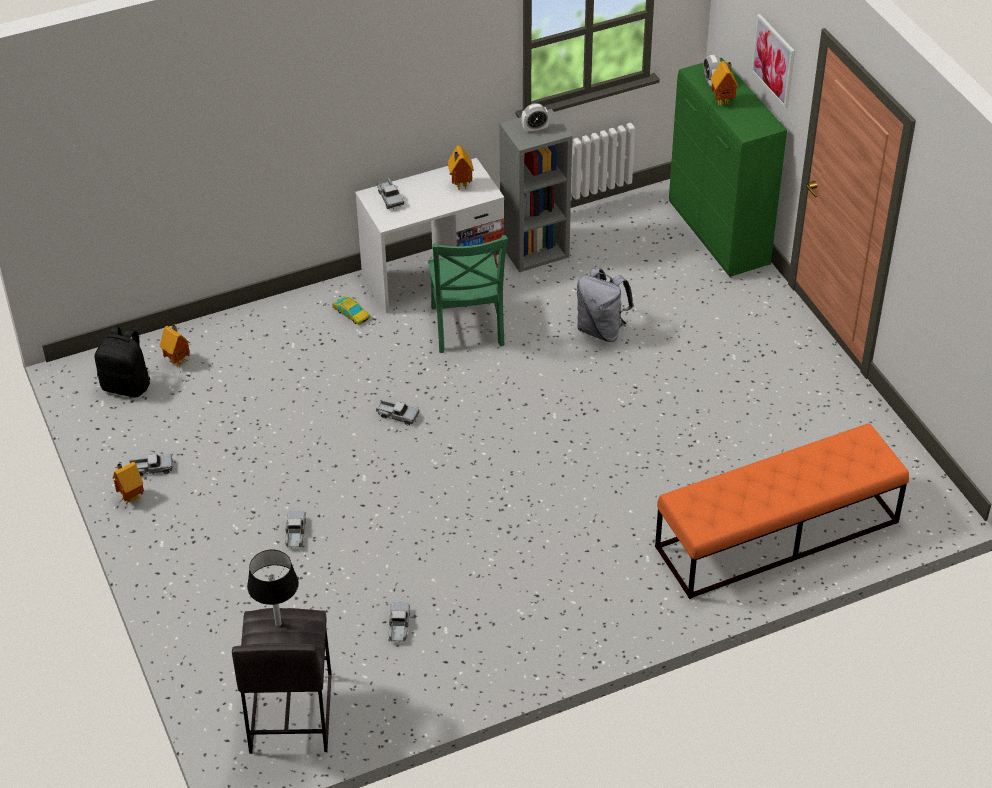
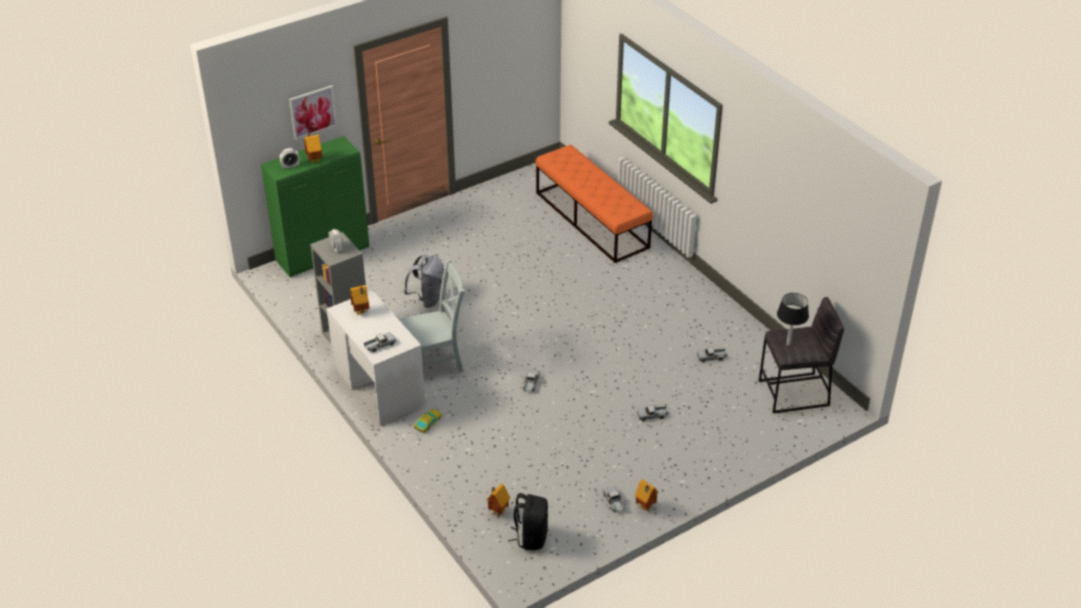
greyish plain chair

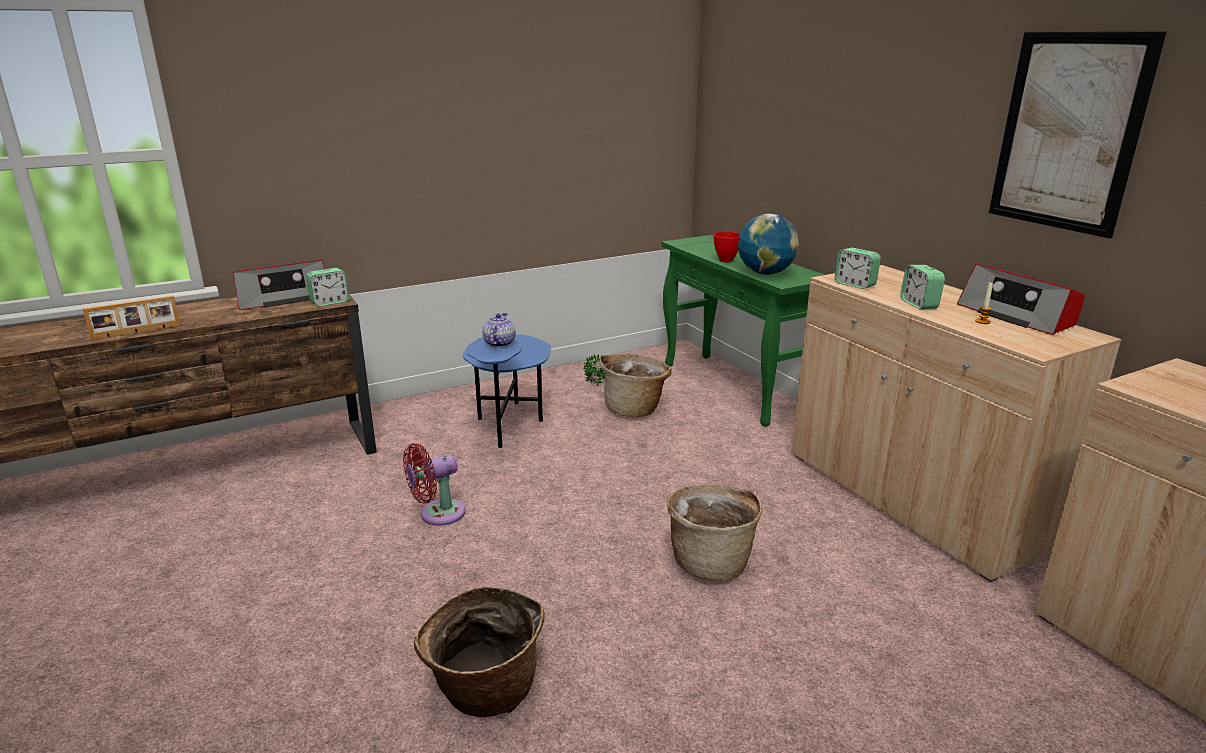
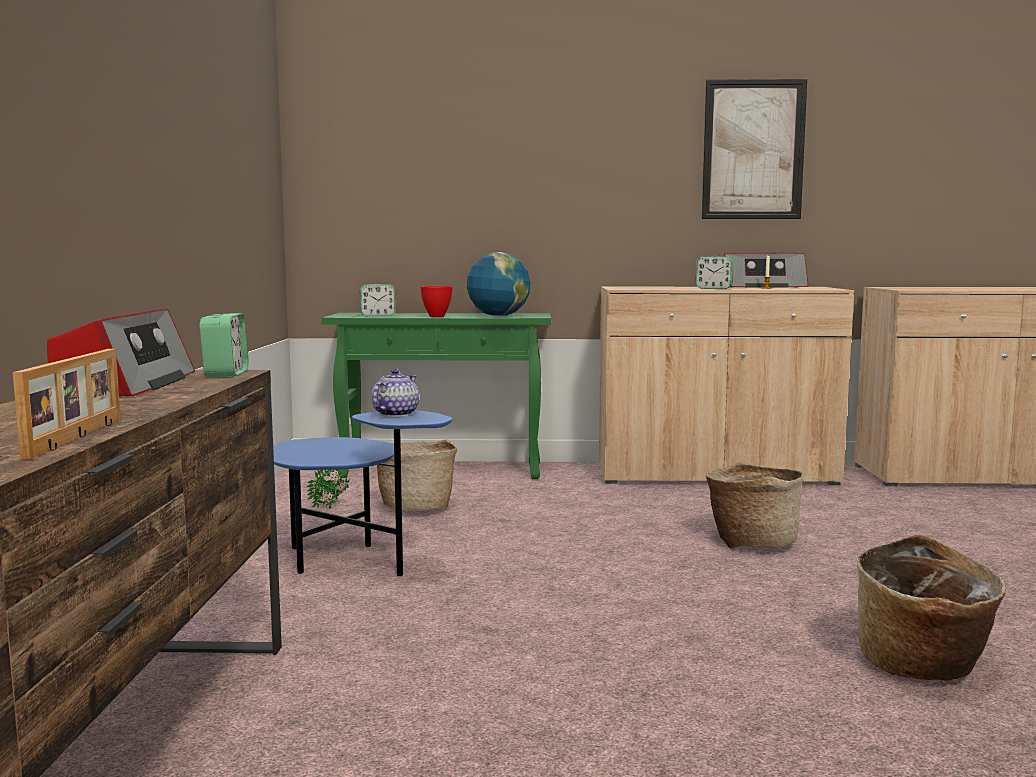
table clock (no. 2 from left)
teapot
red-coloured fan

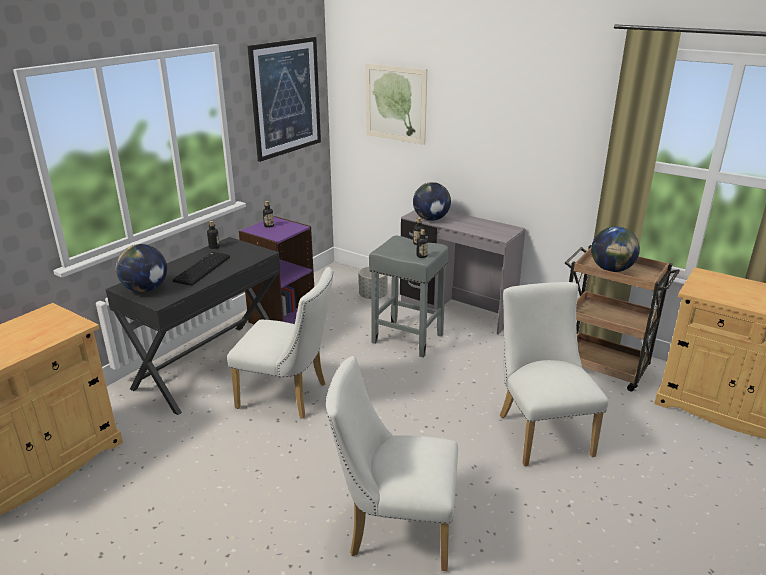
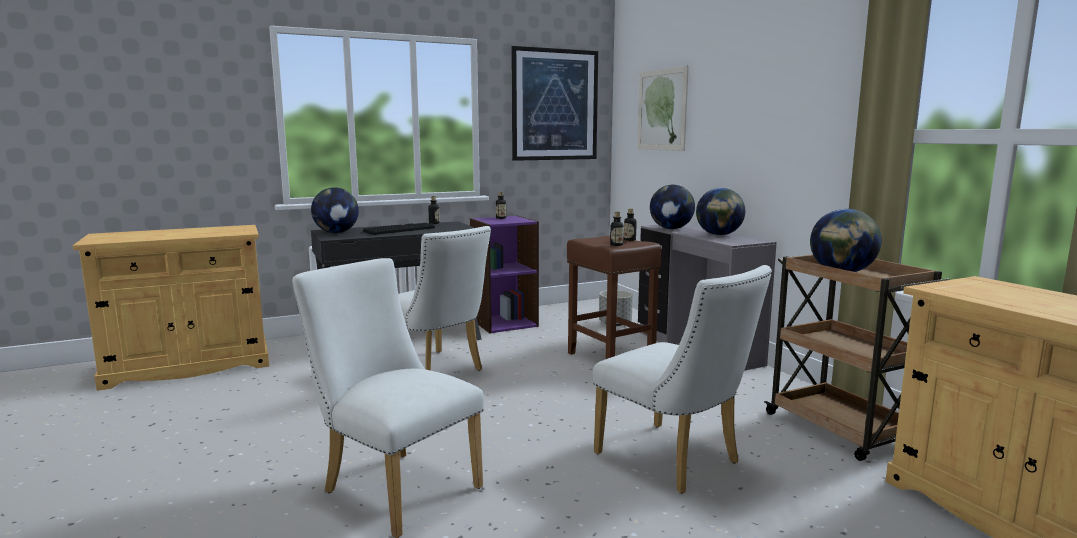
brown-coloured sitting stool
white-coloured plain chair (no. 3 from left)
world globe (no. 3 from left)

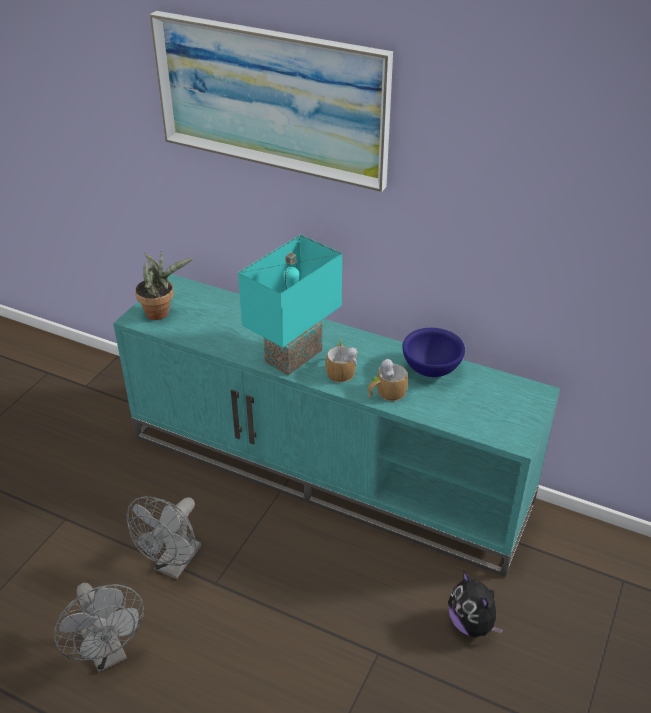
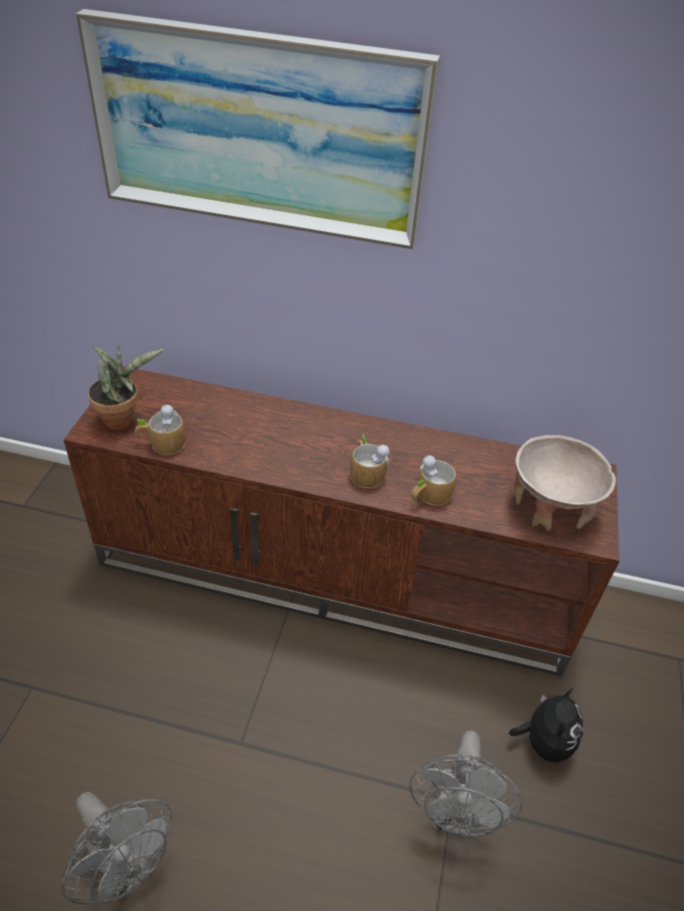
brown-coloured media console
tea mug (no. 1 from left)
greyish fan (no. 2 from left)
soft toy
sand-coloured bowl
blue-green lamp for a table
bluish bowl

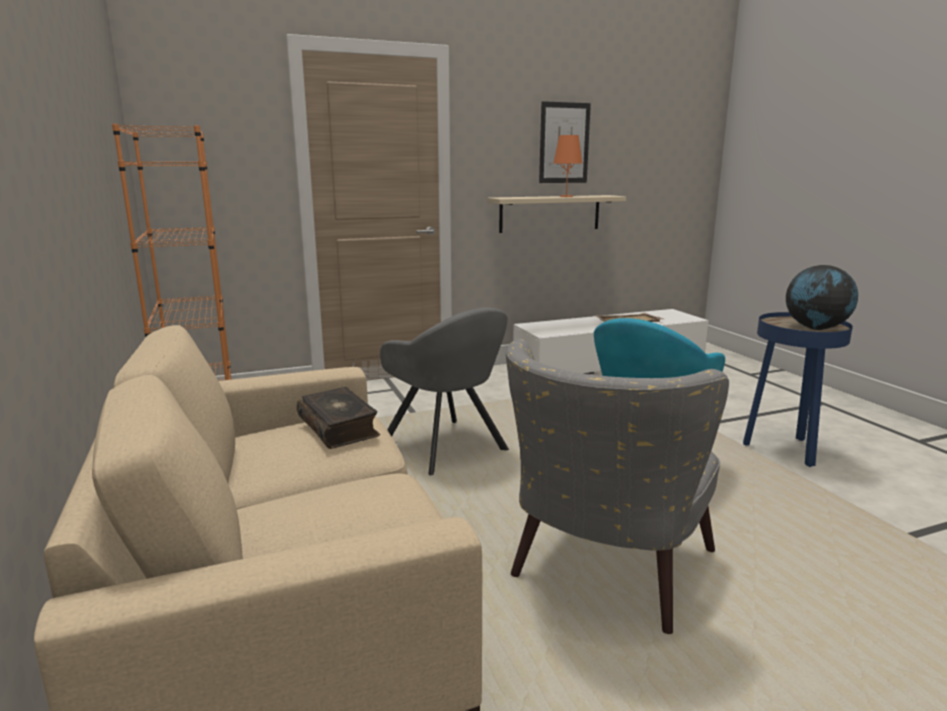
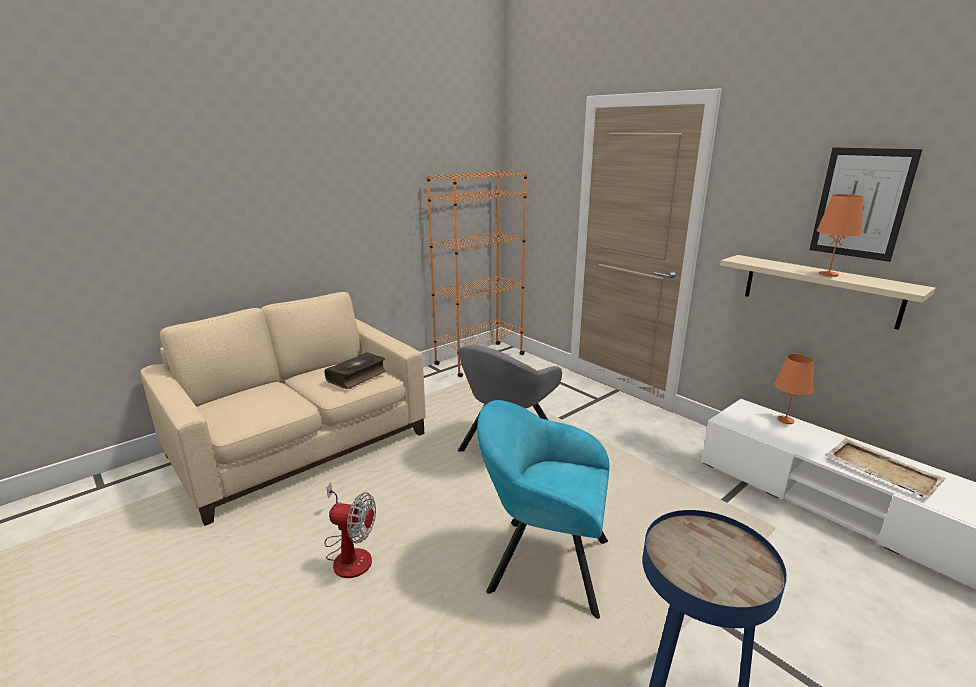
fan
orangey lamp for a table (no. 1 from left)
world globe

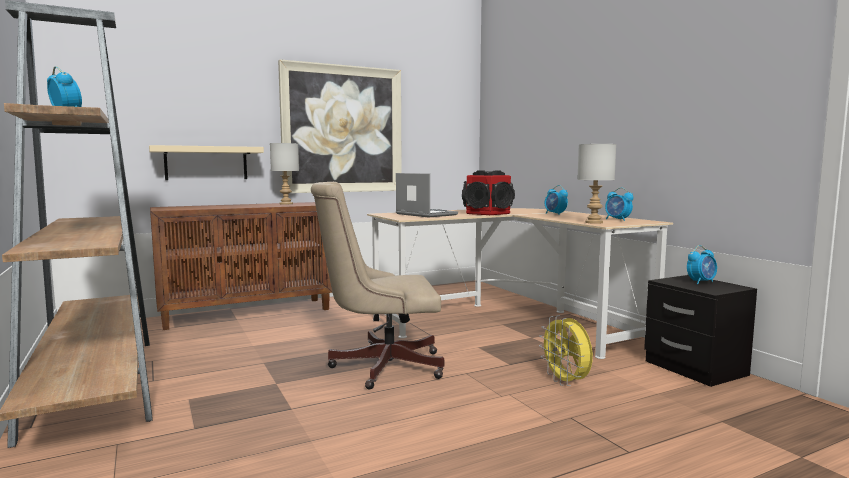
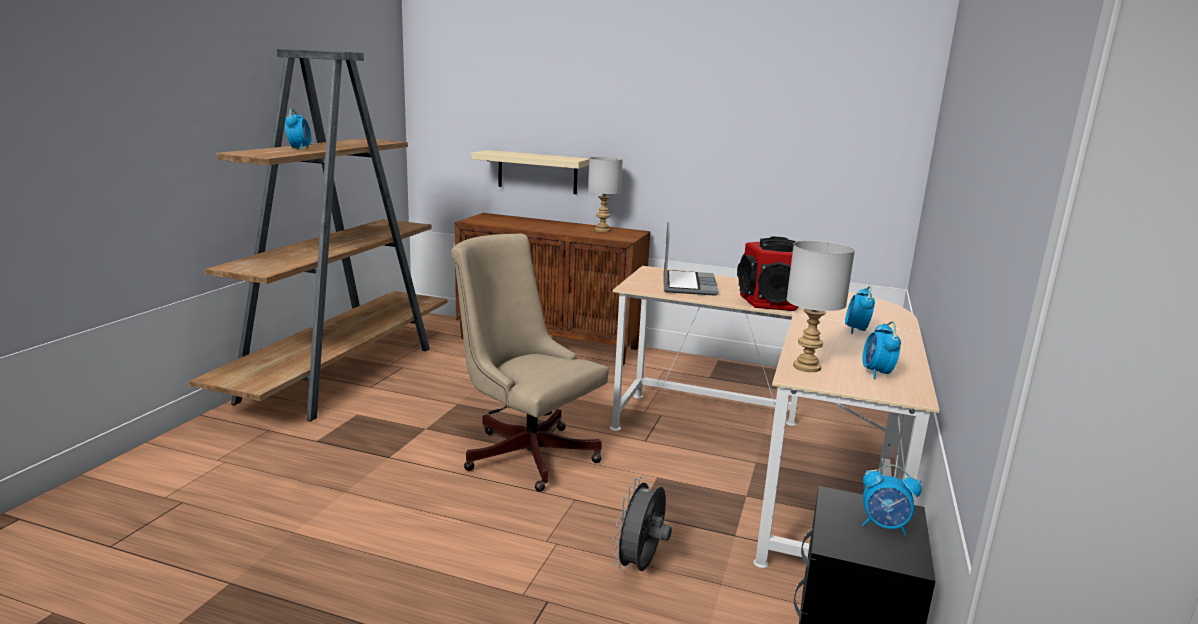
greyish fan
wall picture

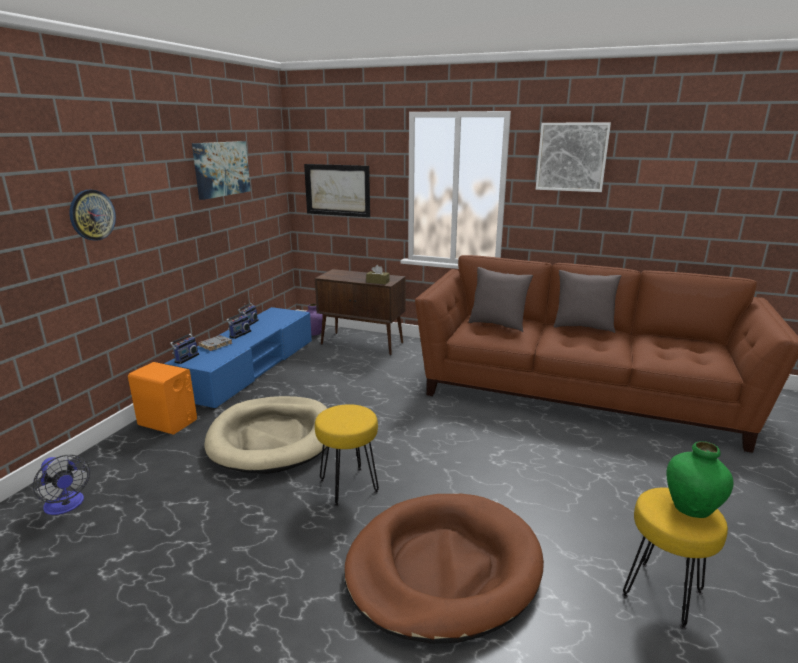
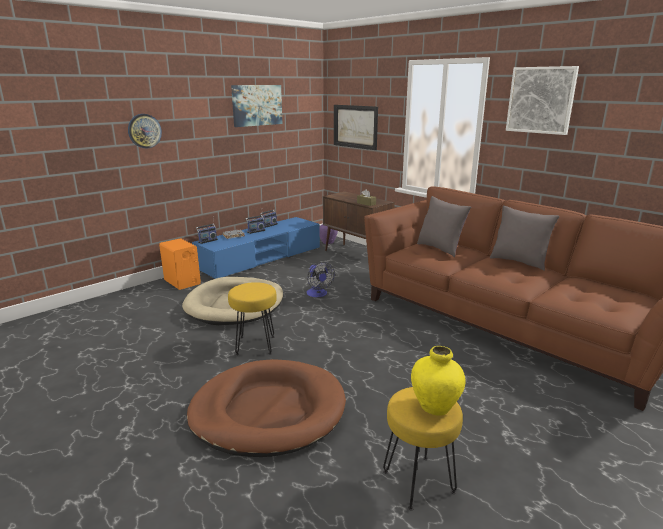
fan
yellow-coloured decorative vase

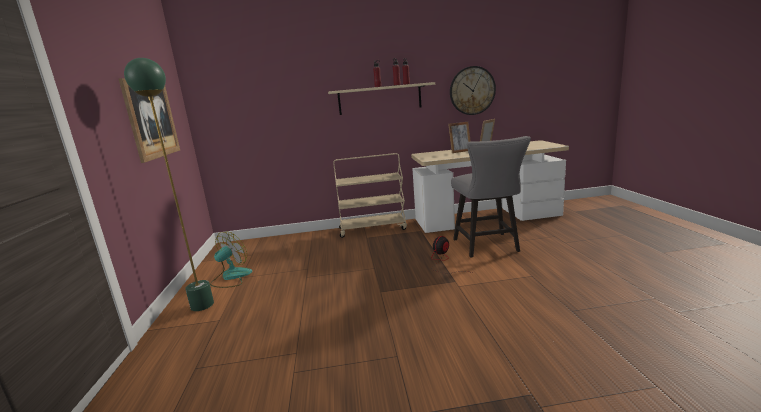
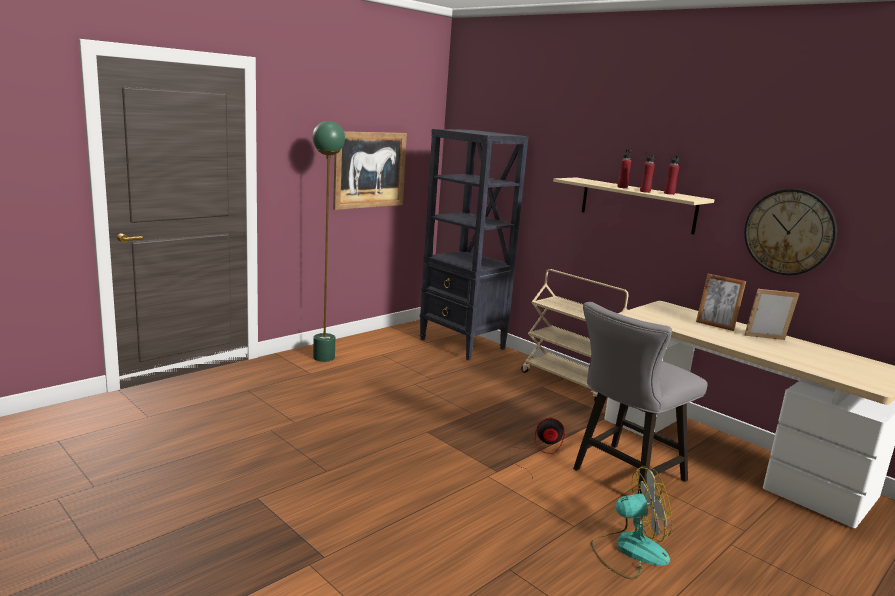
black-coloured shelving unit
fan (no. 2 from left)

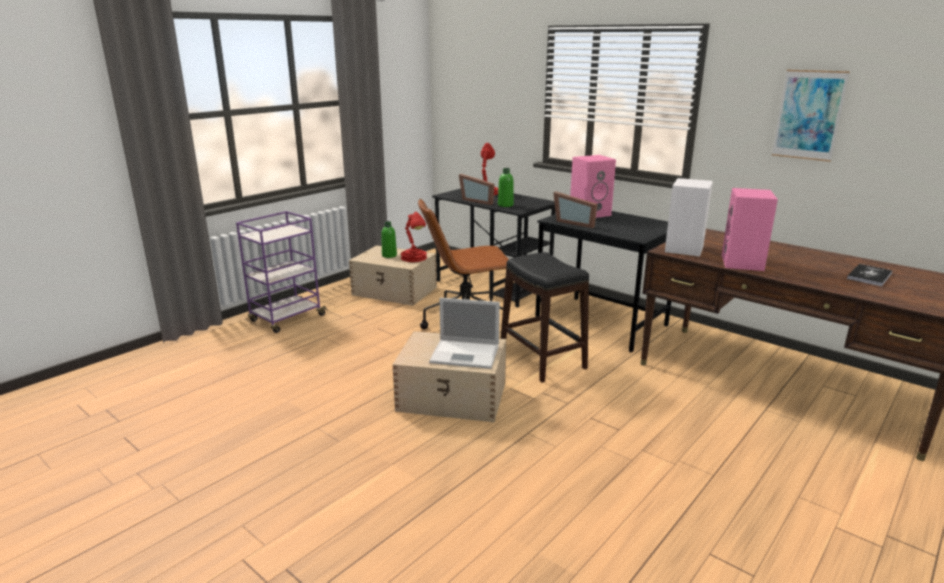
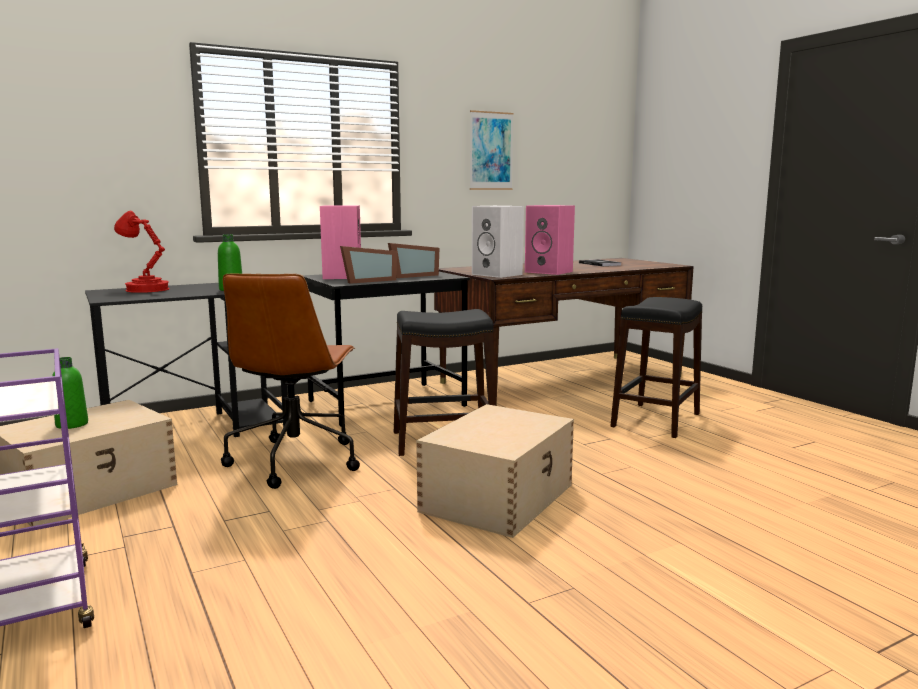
picture frame (no. 2 from left)
black-coloured sitting stool (no. 2 from left)
red-coloured lamp for a table (no. 1 from left in the first image)
portable computer

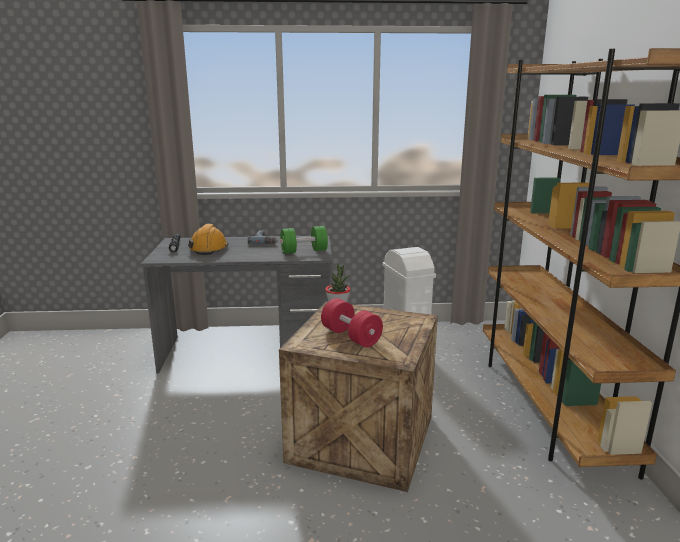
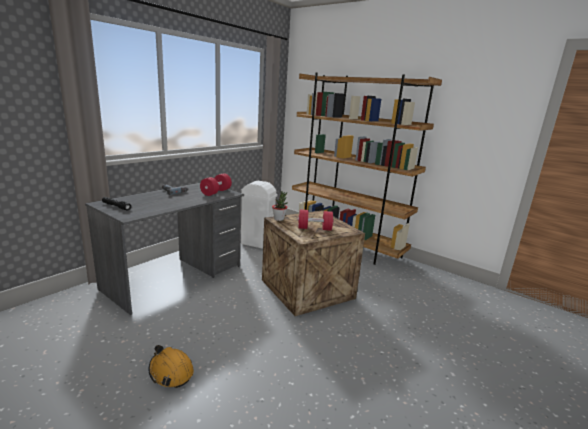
orangey hard hat
red-coloured free weight (no. 1 from left)

